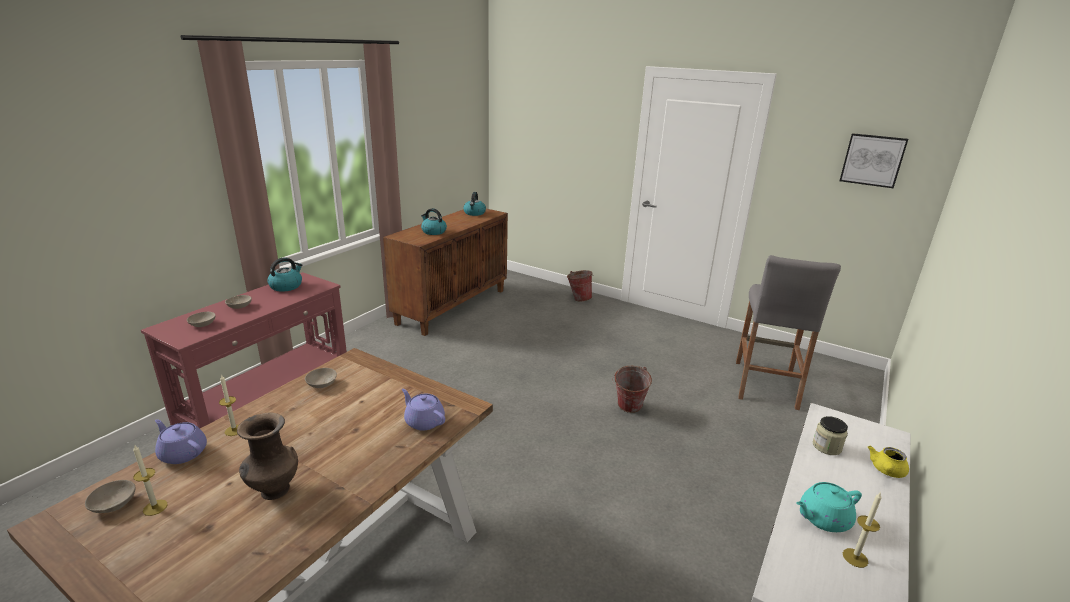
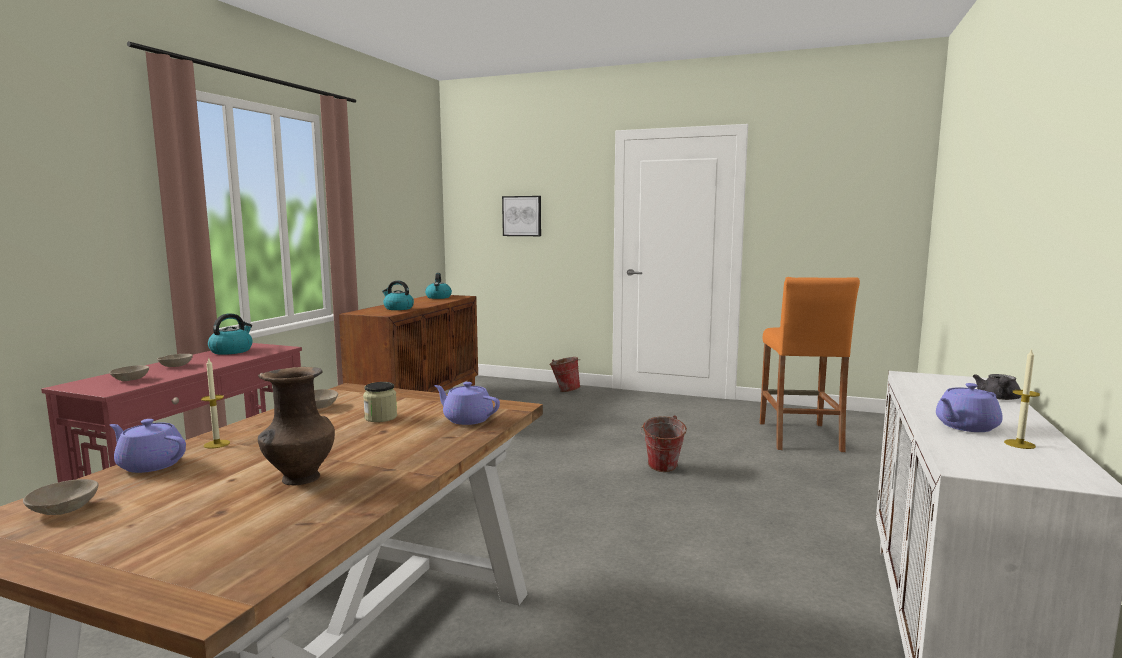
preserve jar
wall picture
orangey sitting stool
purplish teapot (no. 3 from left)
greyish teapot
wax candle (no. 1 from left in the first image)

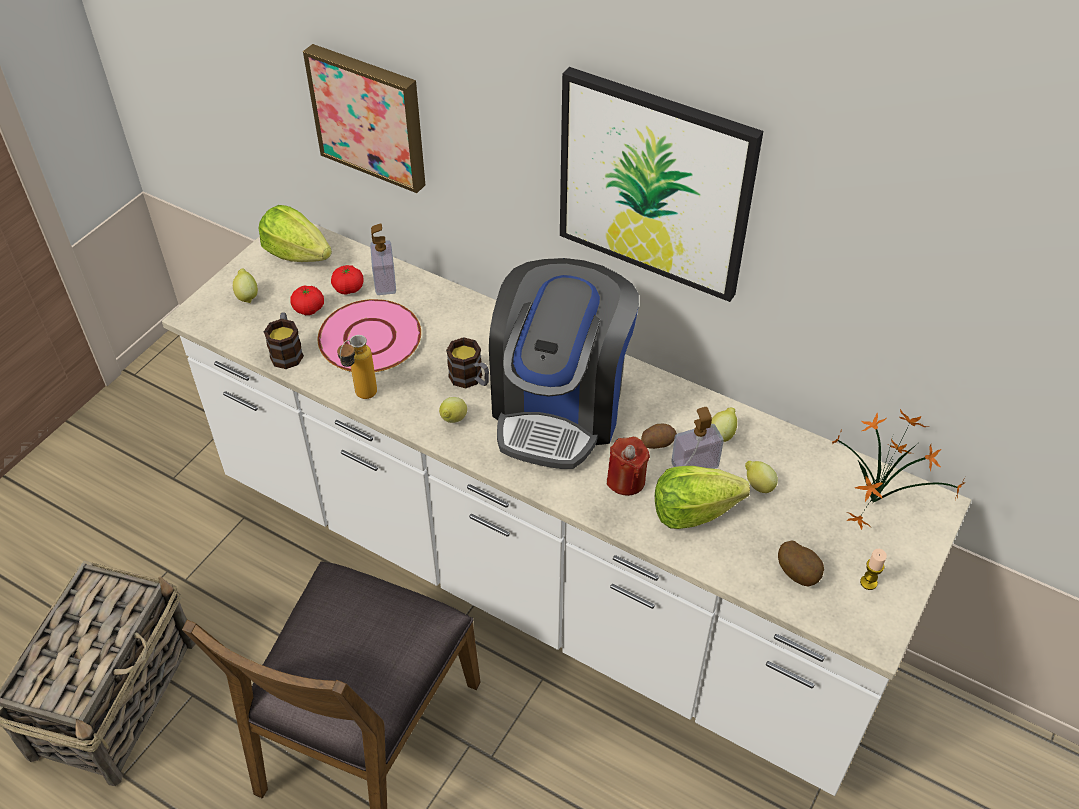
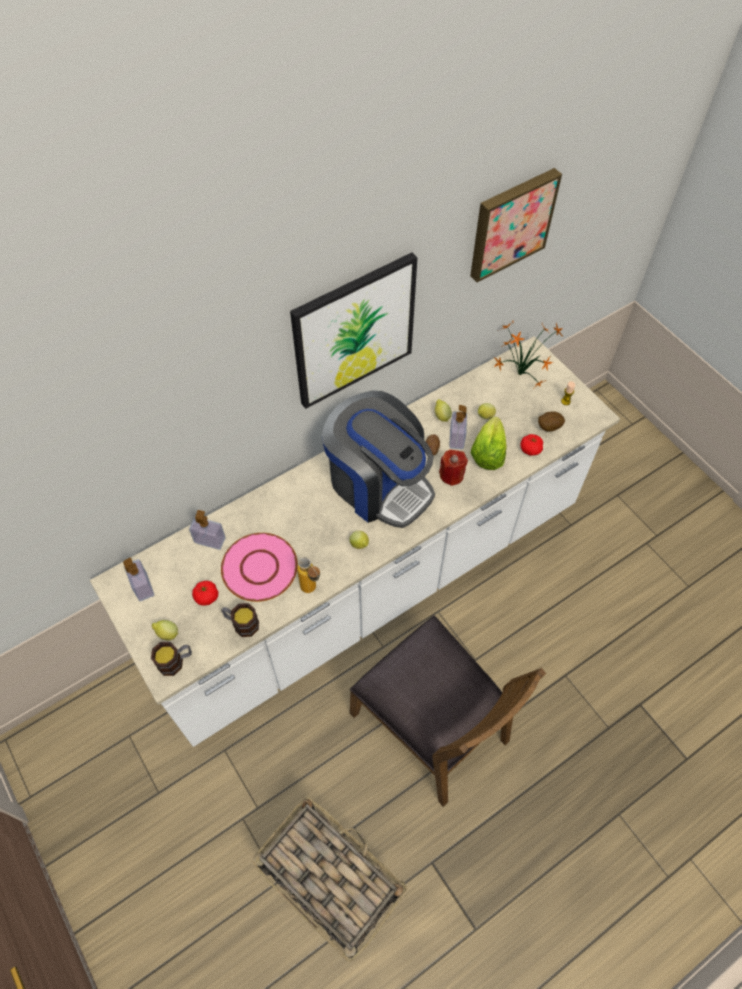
liquid soap bottle (no. 1 from left)
tea mug (no. 1 from left)
wall picture (no. 2 from left)
tomato (no. 2 from left)

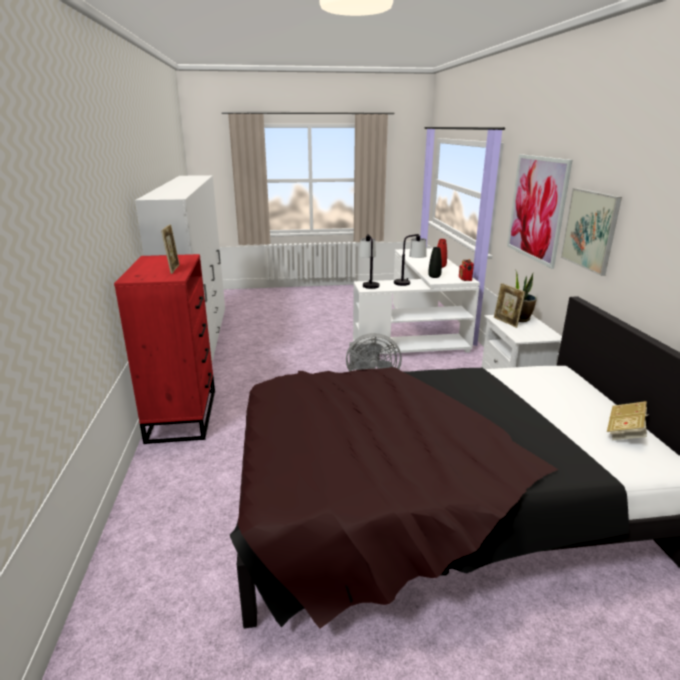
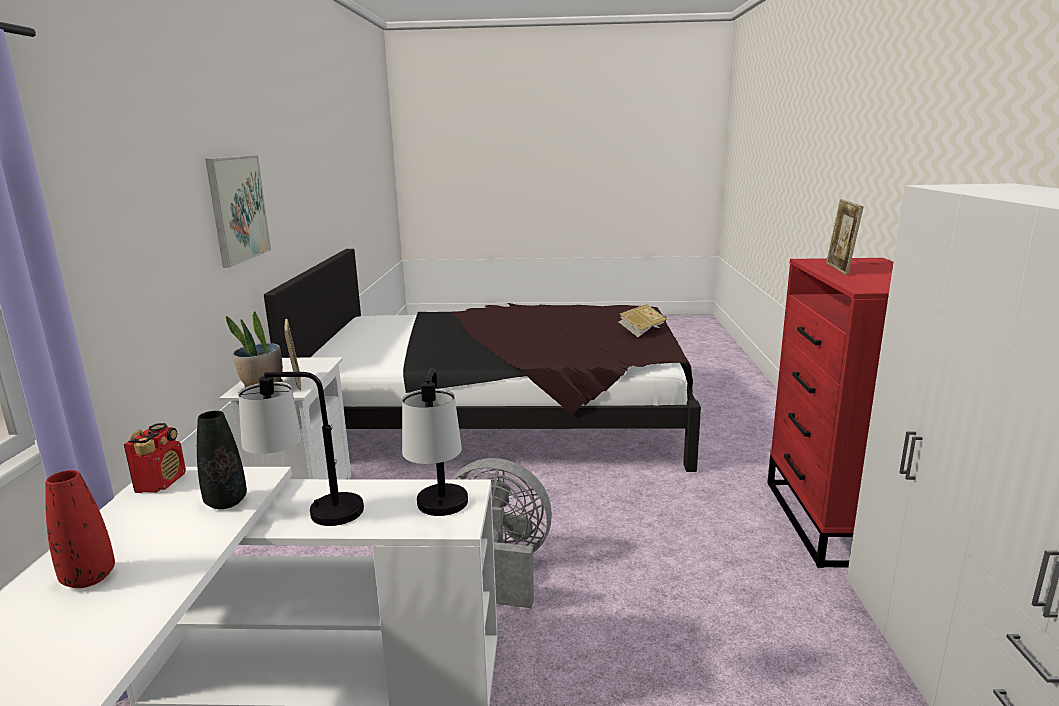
bound book
wall picture (no. 1 from left in the first image)

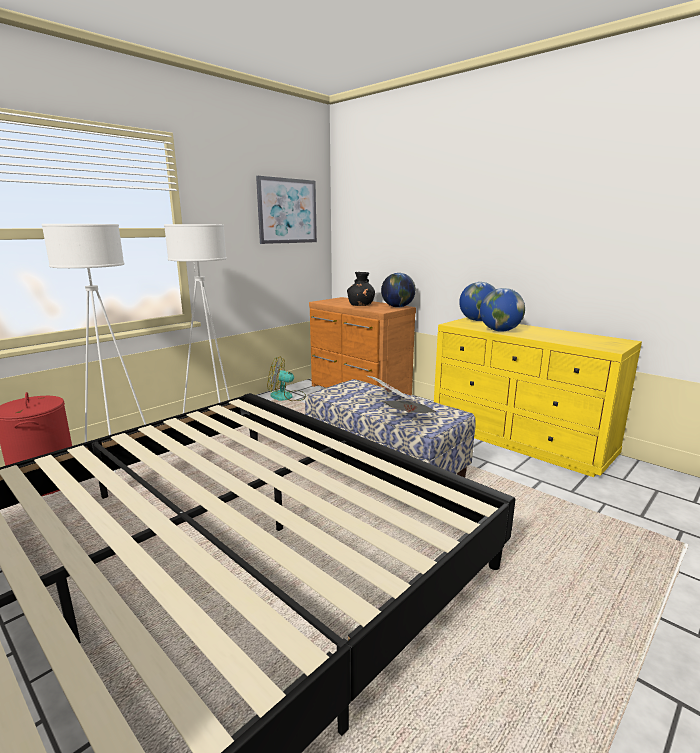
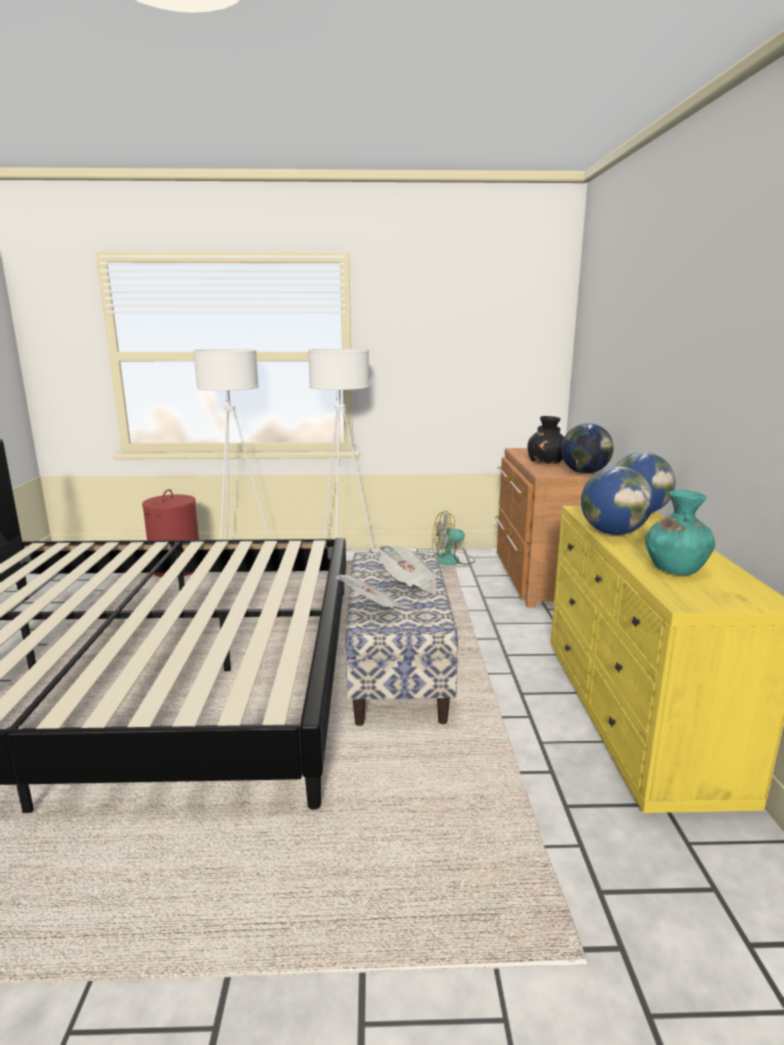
fan
blue-green decorative vase
wall picture

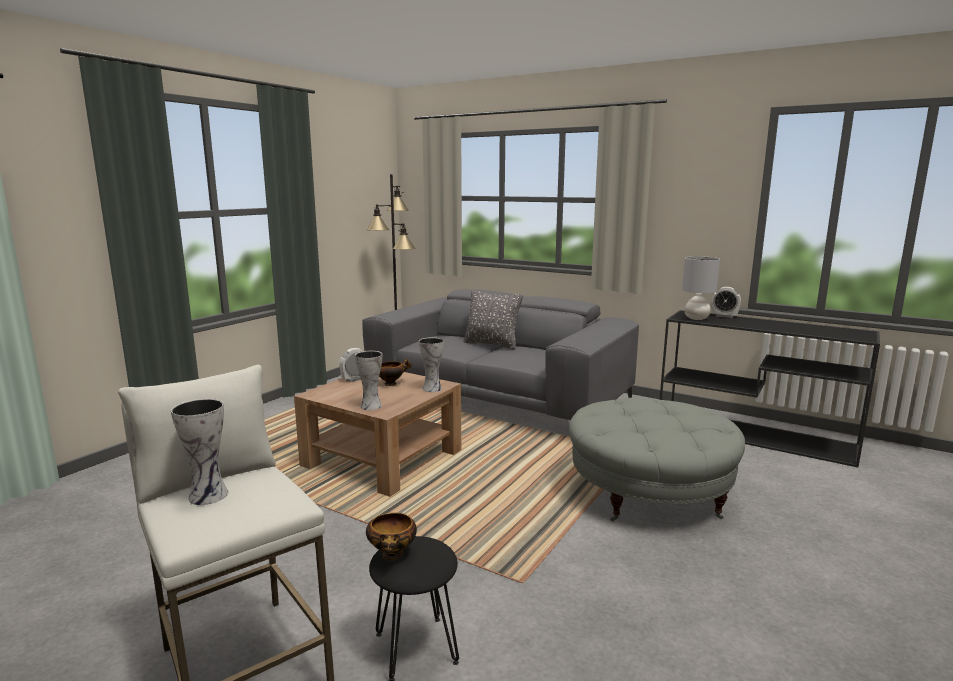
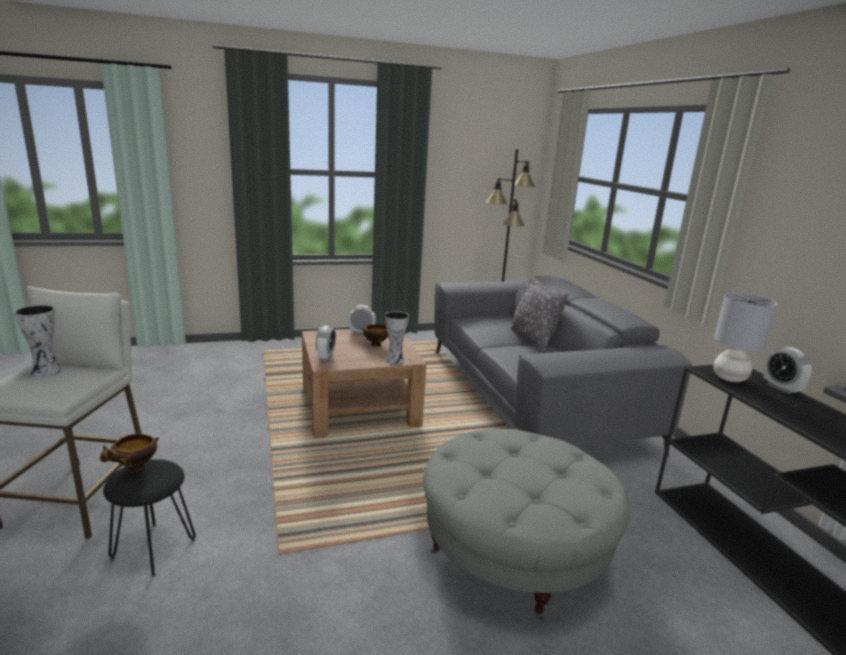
table clock (no. 1 from left)

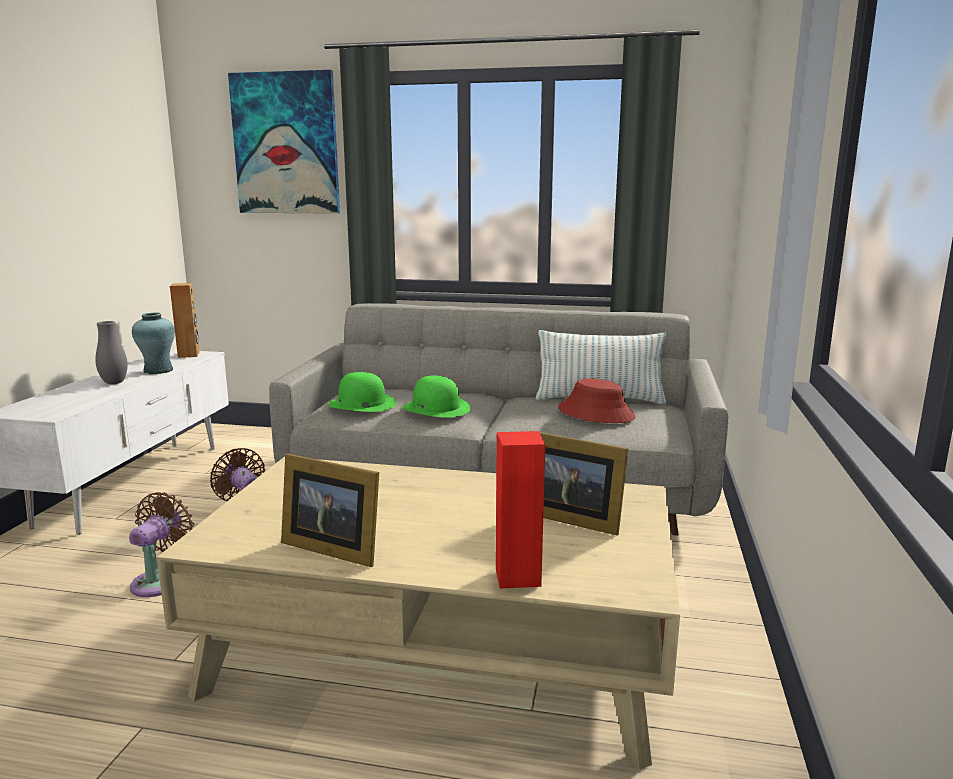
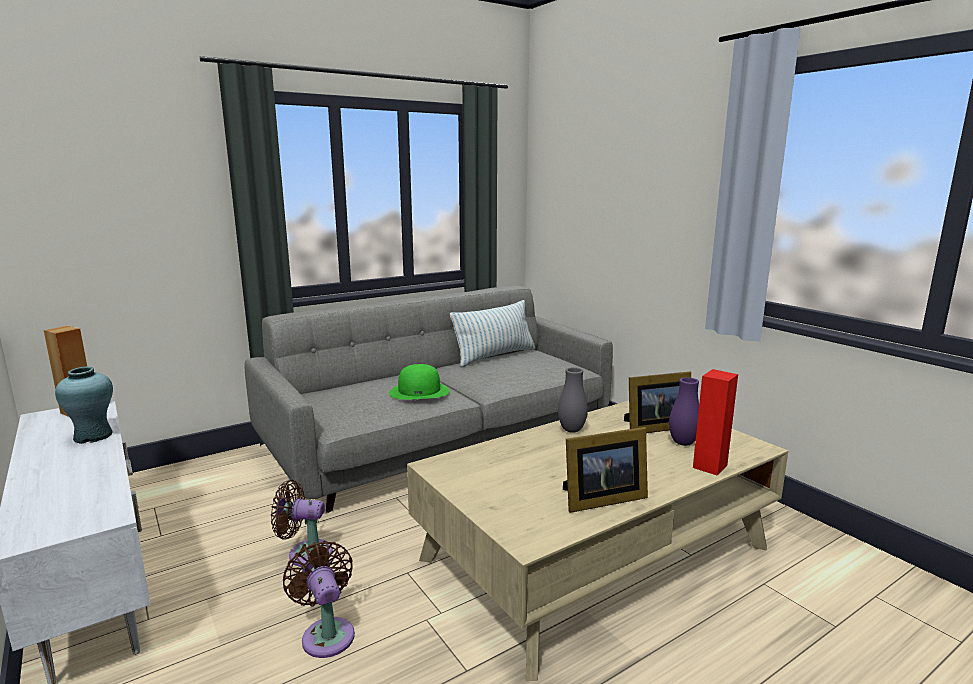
greyish decorative vase
purplish decorative vase
wall picture
green-coloured hat (no. 1 from left in the first image)
red-coloured hat

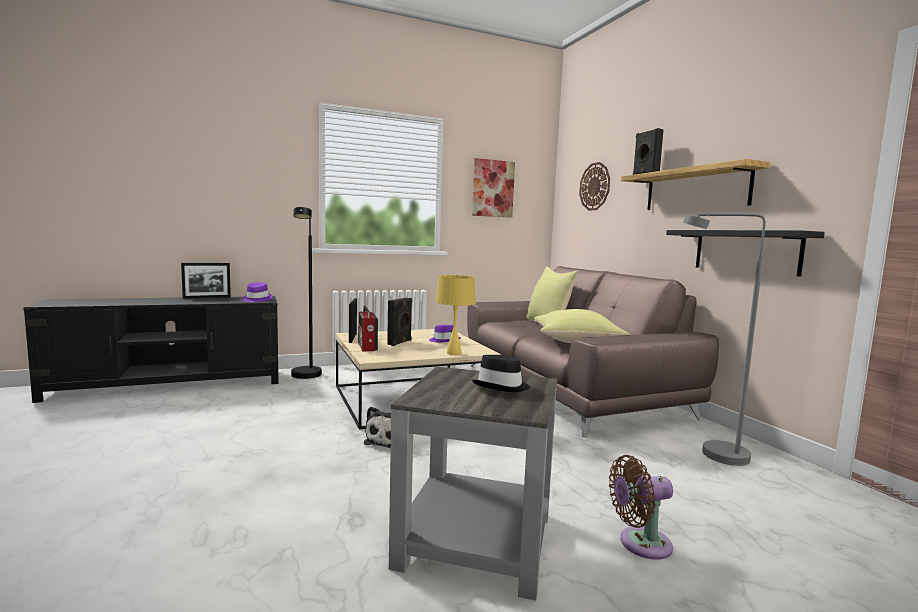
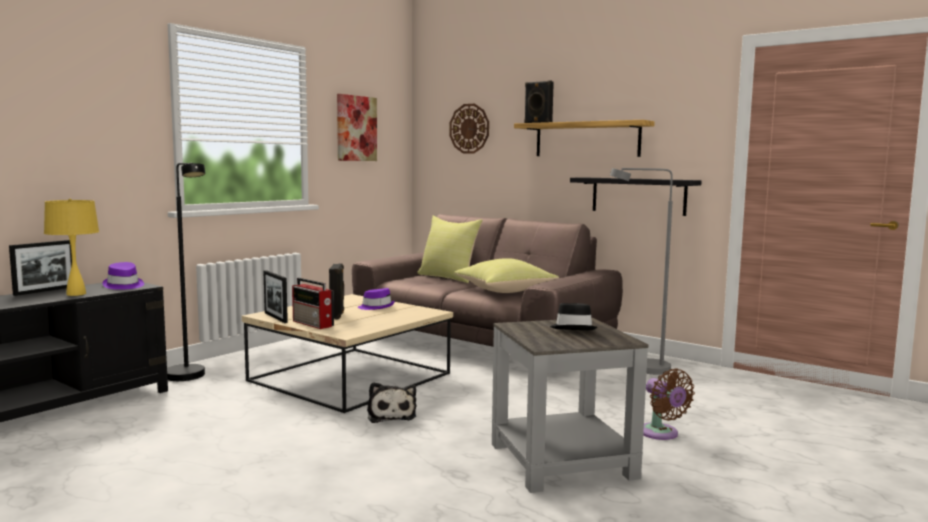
yellow-coloured lamp for a table
brown-coloured fan

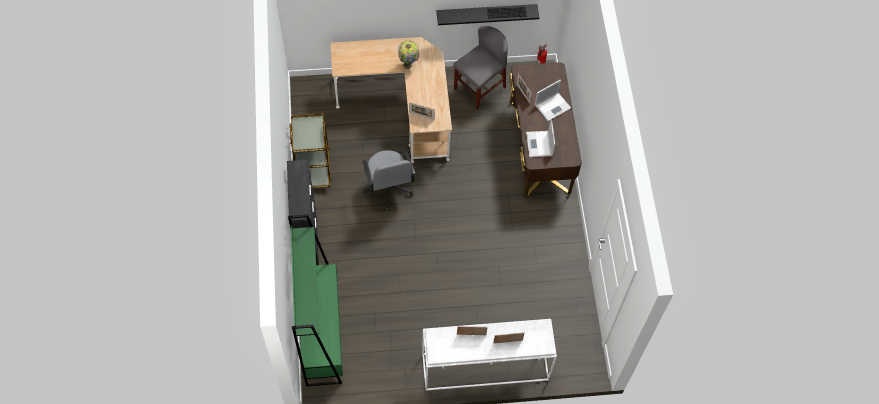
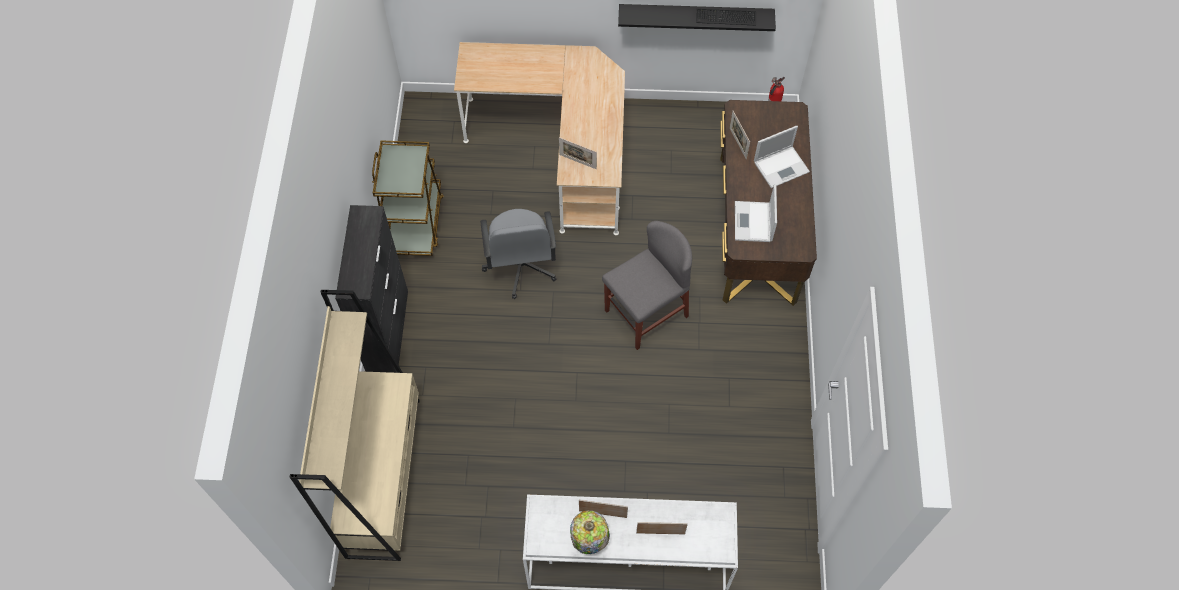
sand-coloured shelving unit
lamp for a table
greyish plain chair

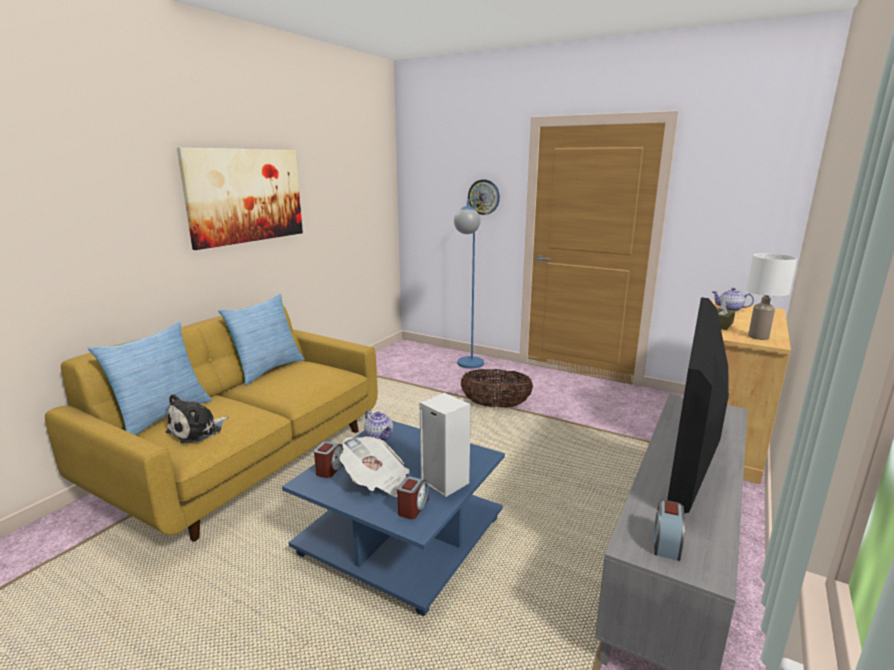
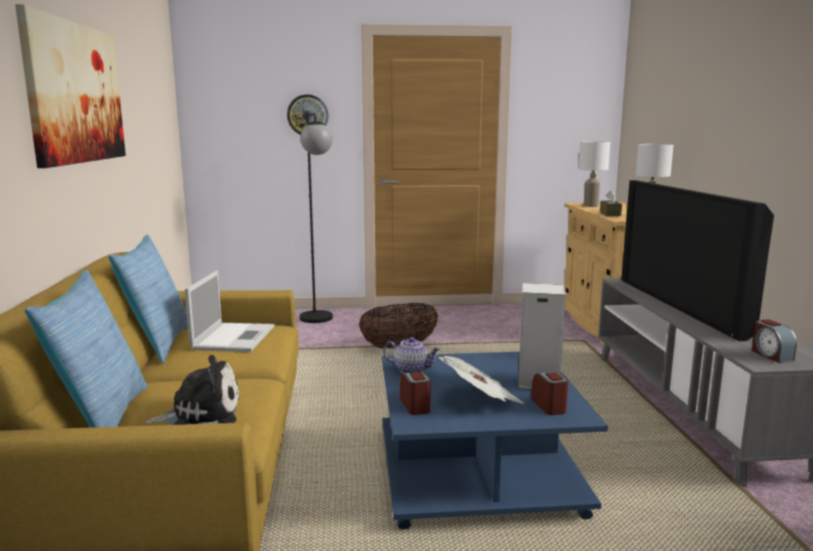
soft toy
portable computer
black-coloured standing lamp
white-coloured lamp for a table (no. 1 from left)

